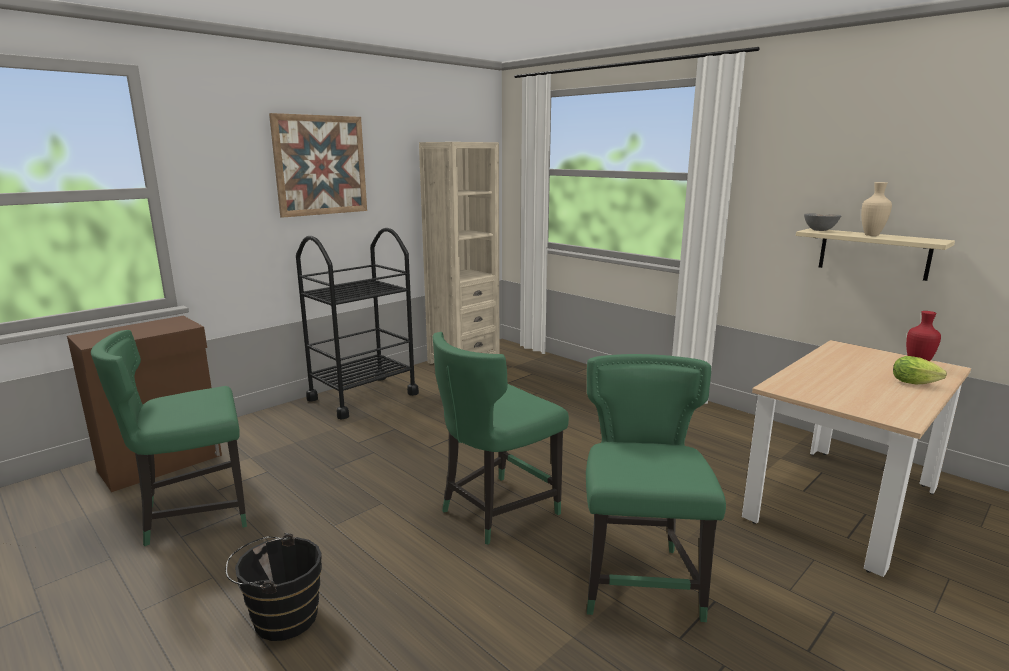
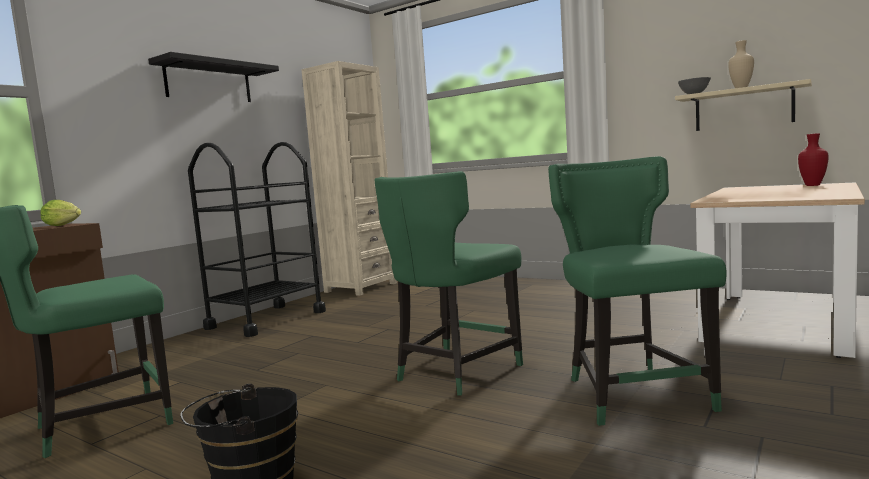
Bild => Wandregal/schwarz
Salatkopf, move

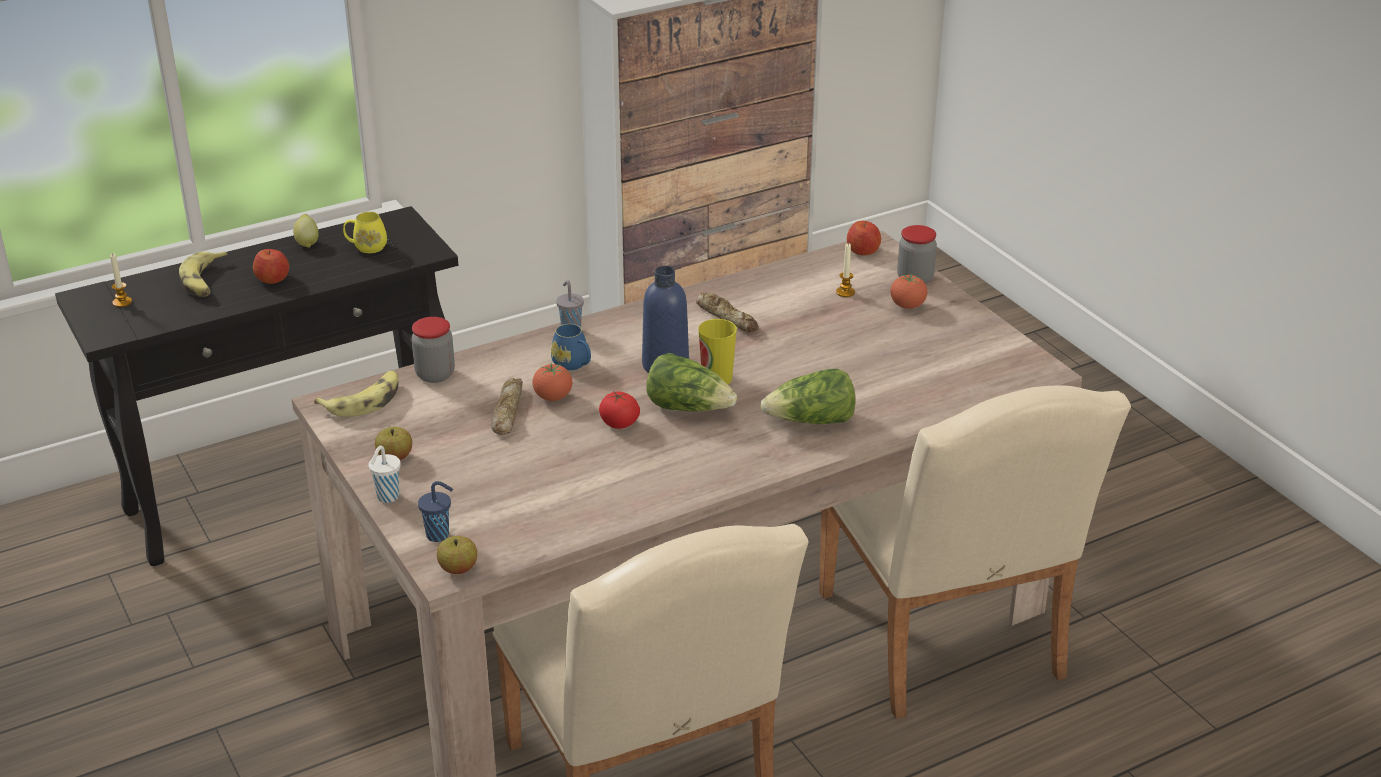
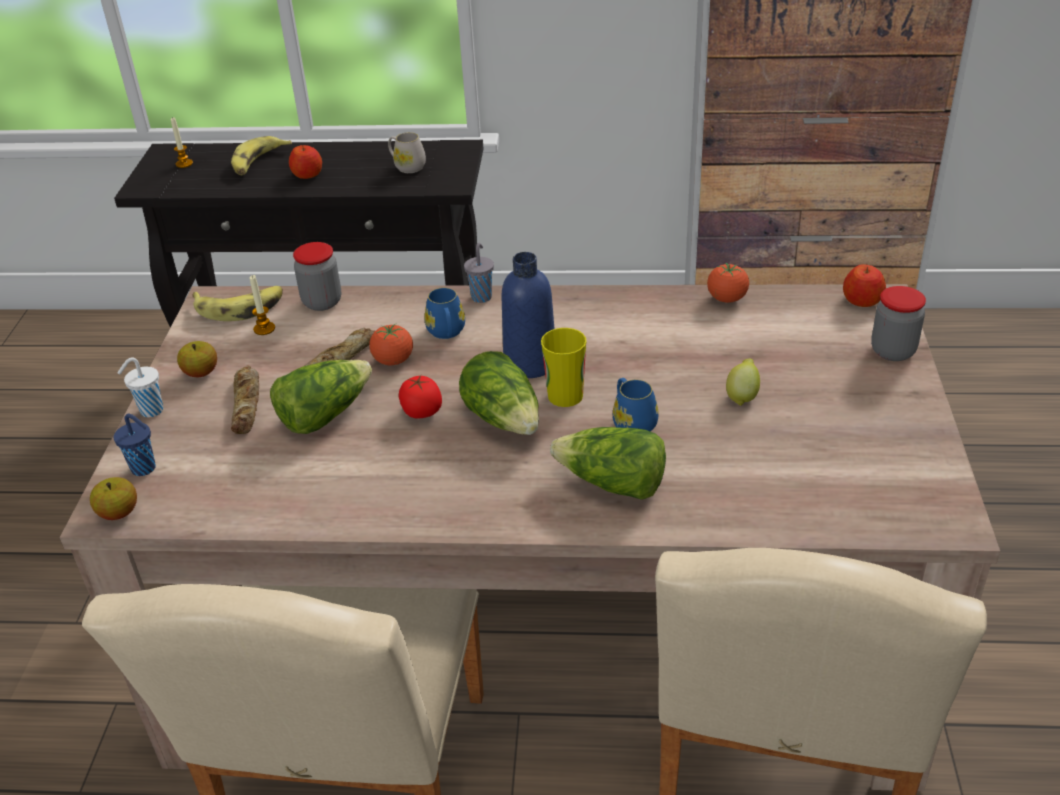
Henkelbecher/gelb => Henkelbecher/weiß
Zitrone, move
Kerze (2nd from left), move
Tomate (3rd from left), move
Brot (2nd from left in the first image) => Brot (1st from left), move
nothing => Salatkopf (1st from left)
nothing => Henkelbecher/blau (2nd from left)

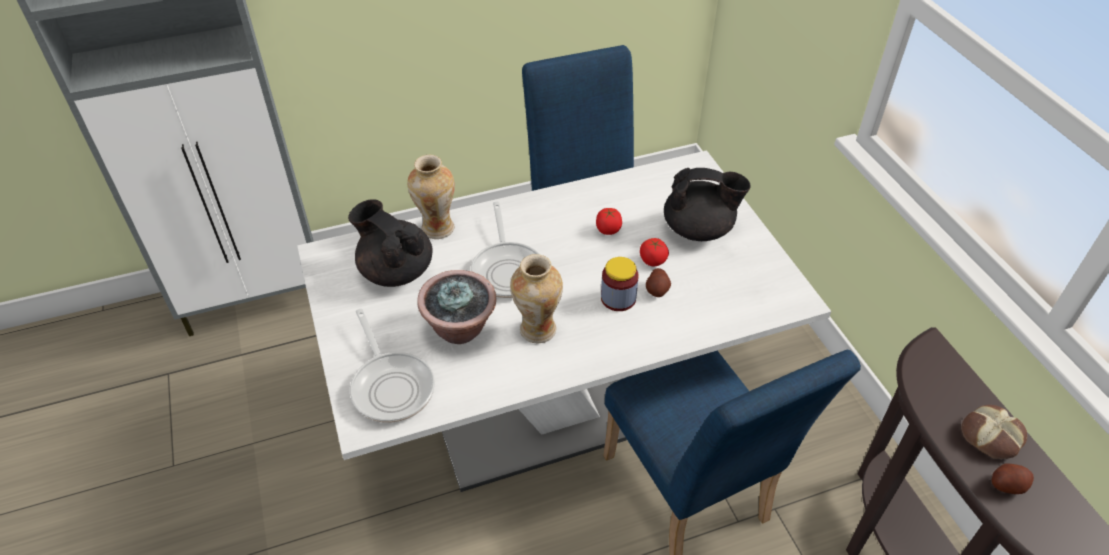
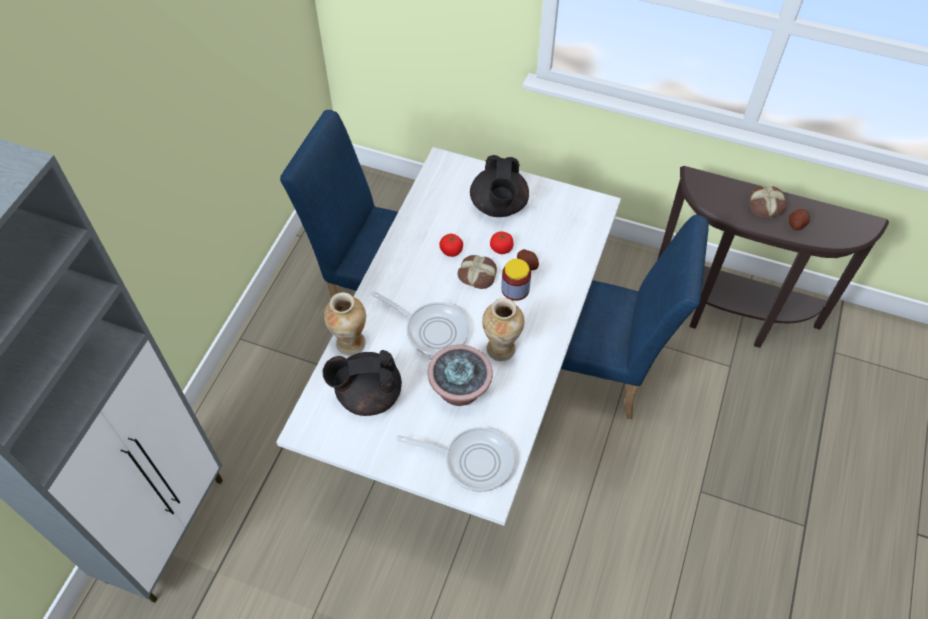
Teekanne/schwarz (2nd from left), 135 degrees clockwise
nothing => Brot (1st from left)

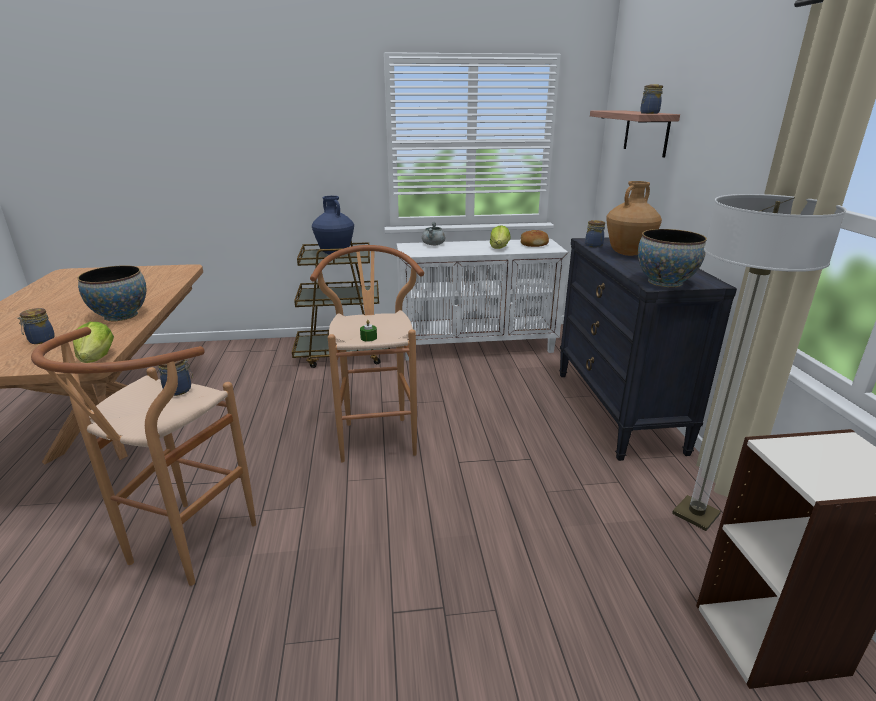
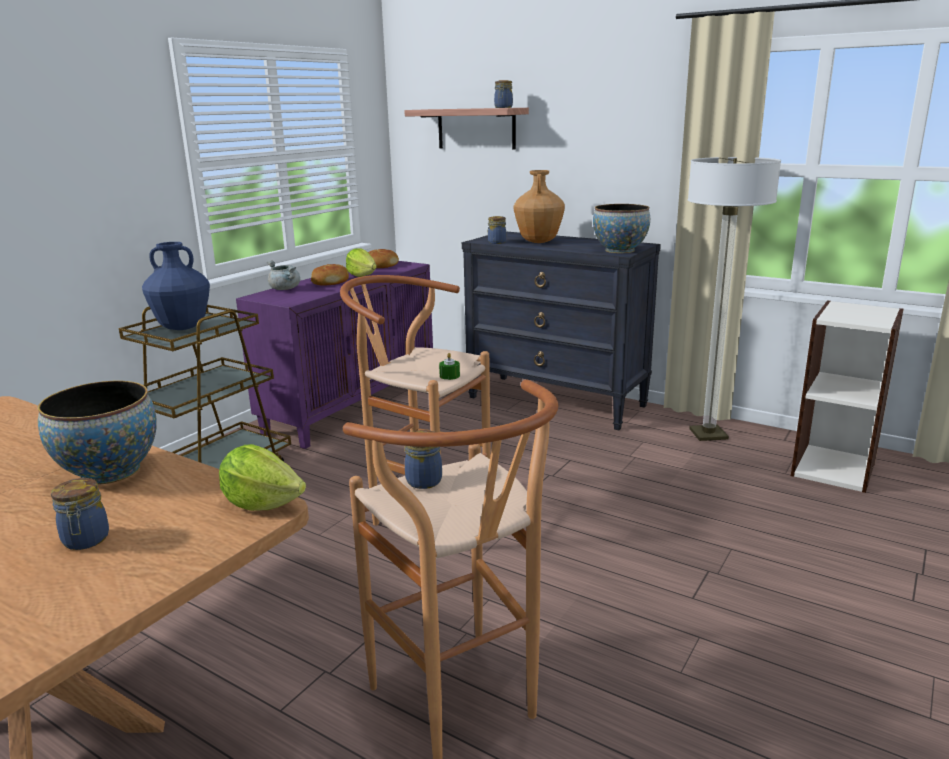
Schrank/weiß => Schrank/lila
nothing => Brot (1st from left)

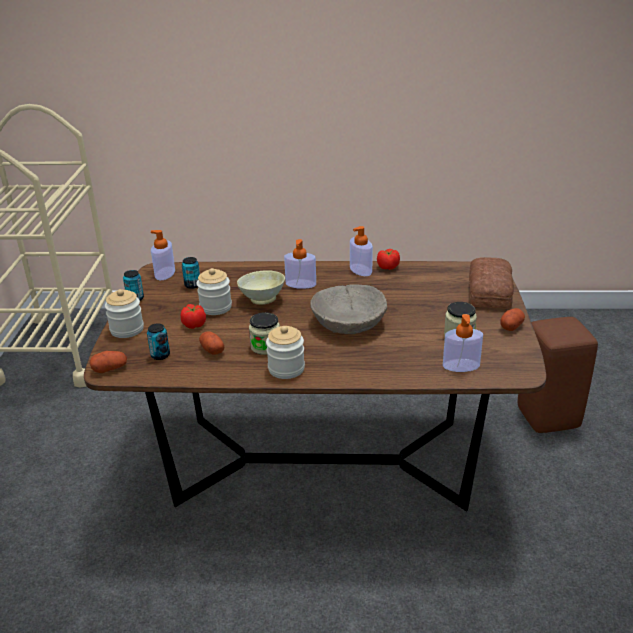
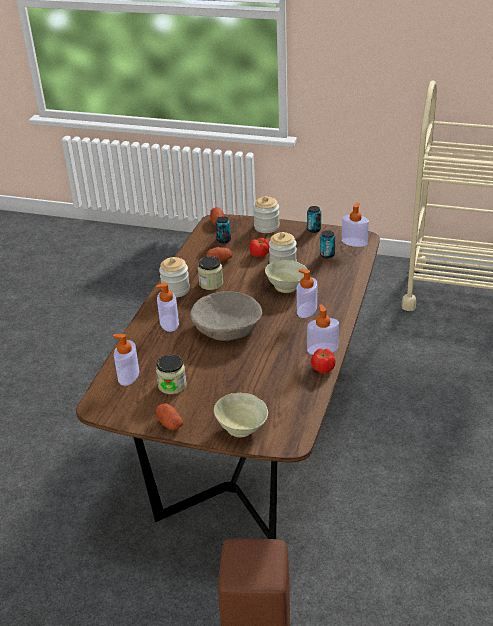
Brot => Schüssel/beige (2nd from left)
nothing => Seifenspender (2nd from left)

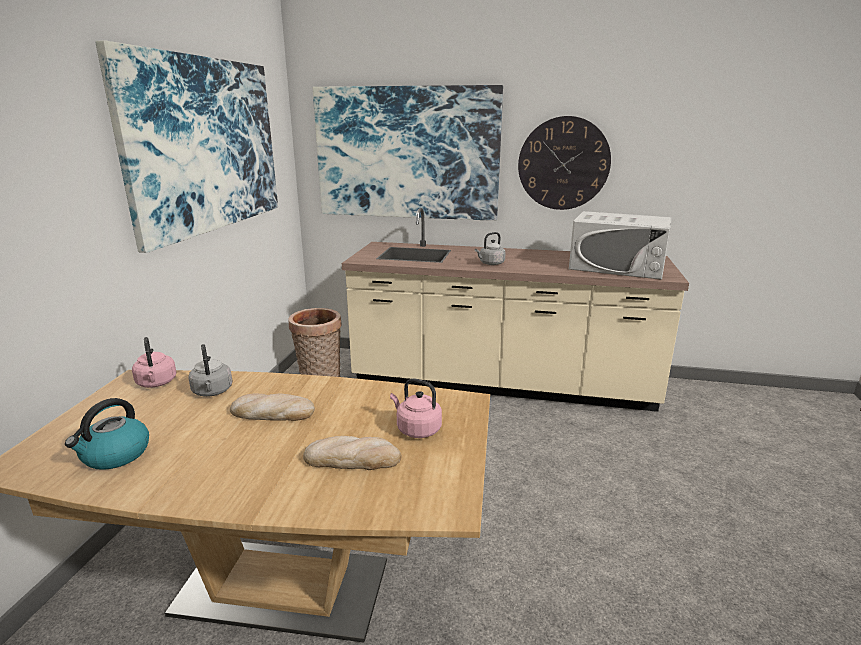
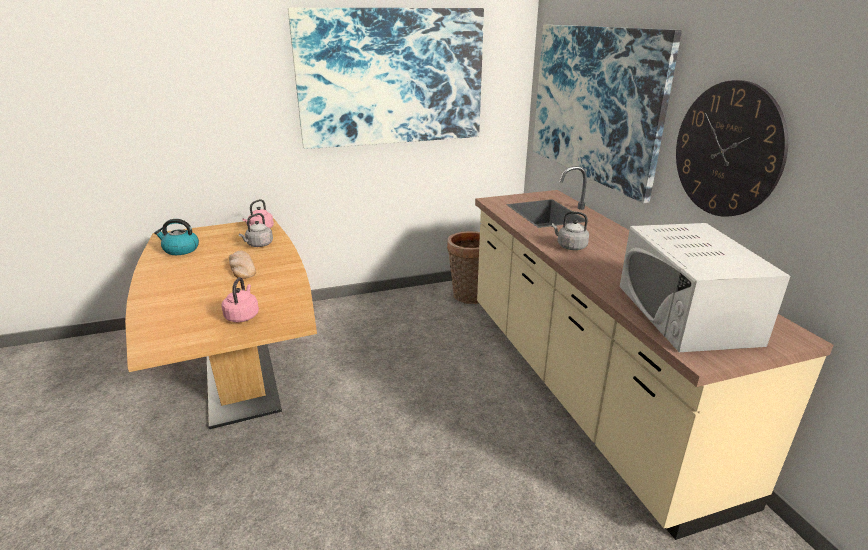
Brot (2nd from left) => nothing

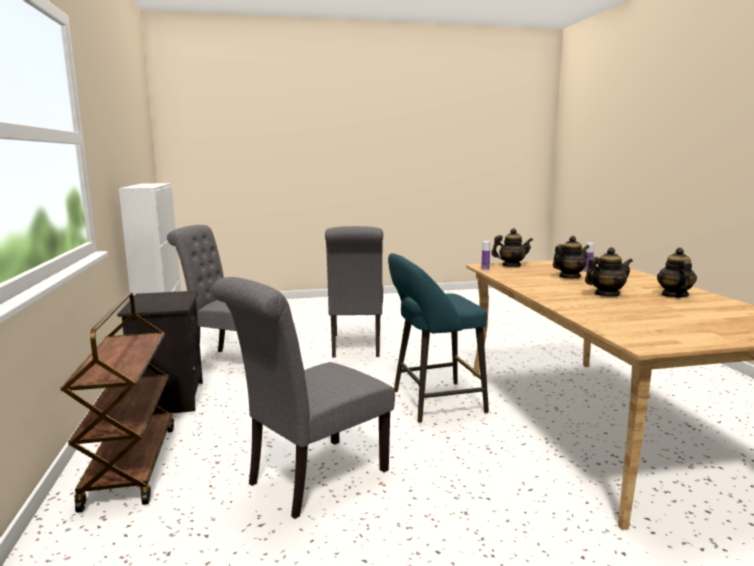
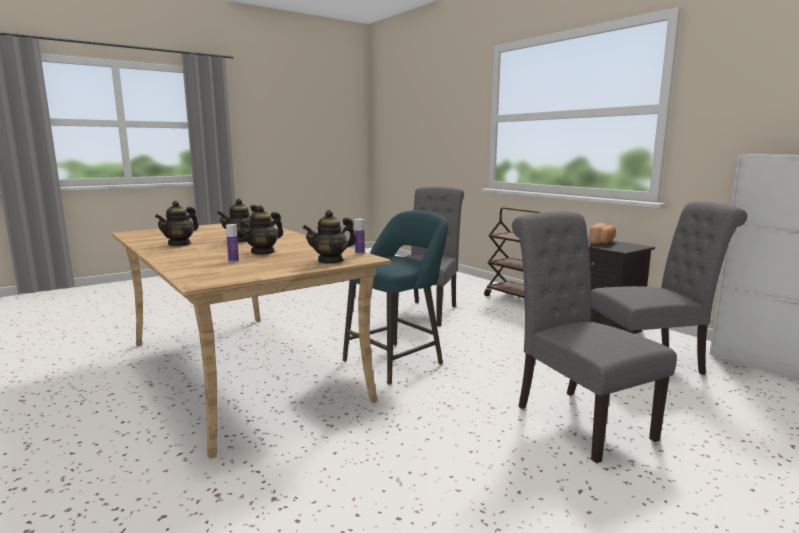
Teekanne (4th from left in the first image) => Teekanne (1st from left), 45 degrees clockwise
nothing => Brot

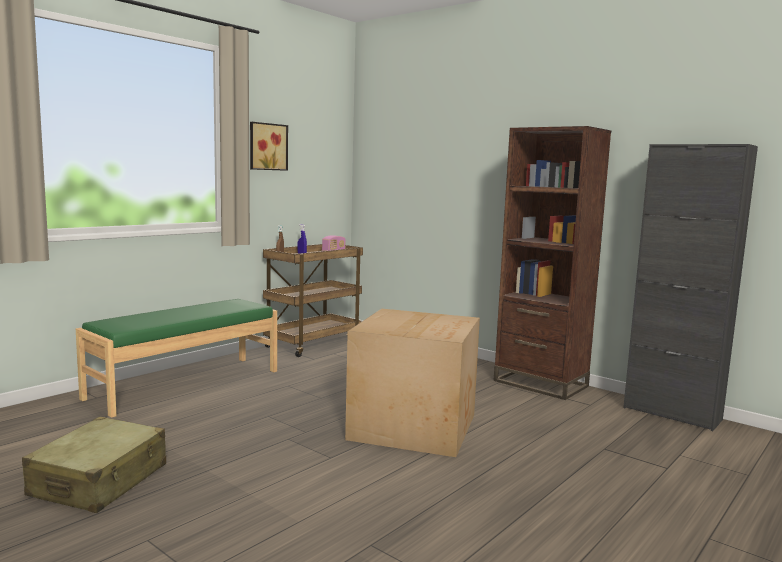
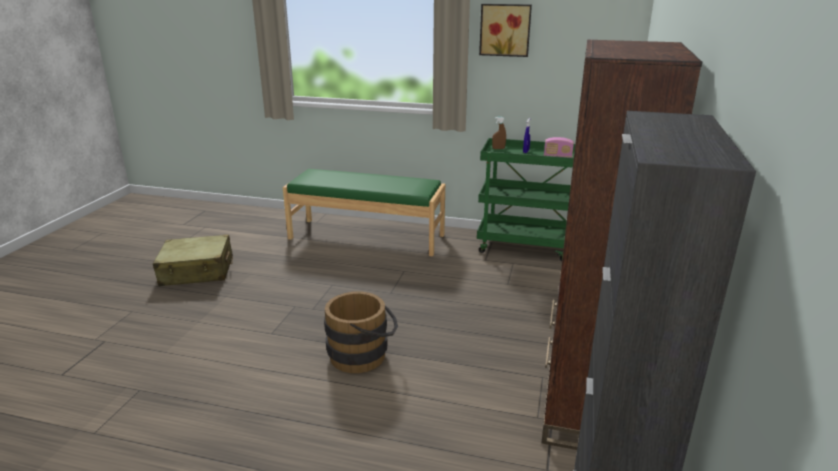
Rollwagen/braun => Rollwagen/grün
Karton => Eimer/braun

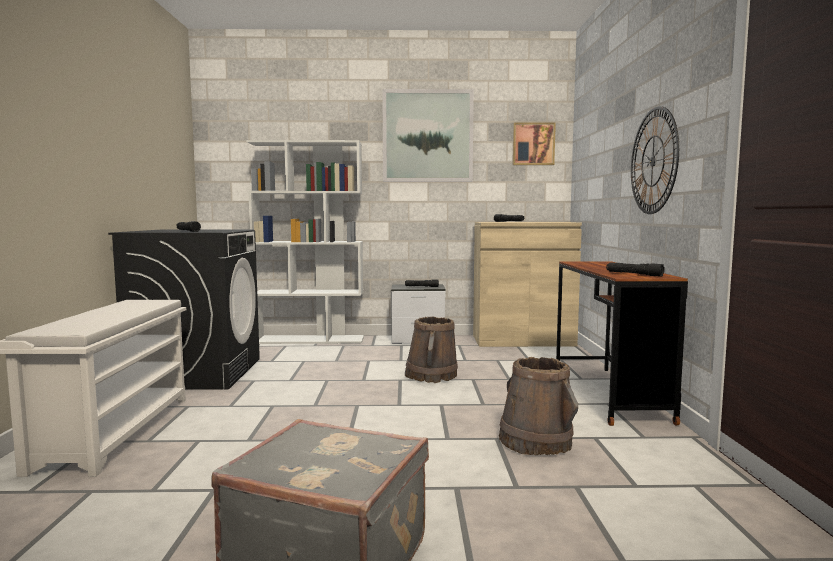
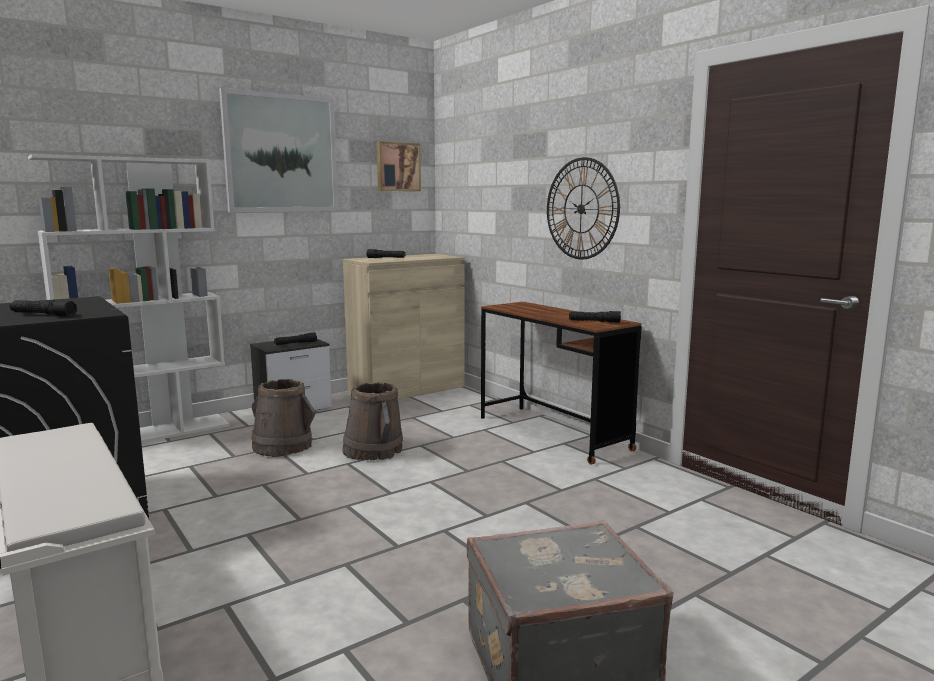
Eimer/braun (2nd from left in the first image) => Eimer/braun (1st from left), move

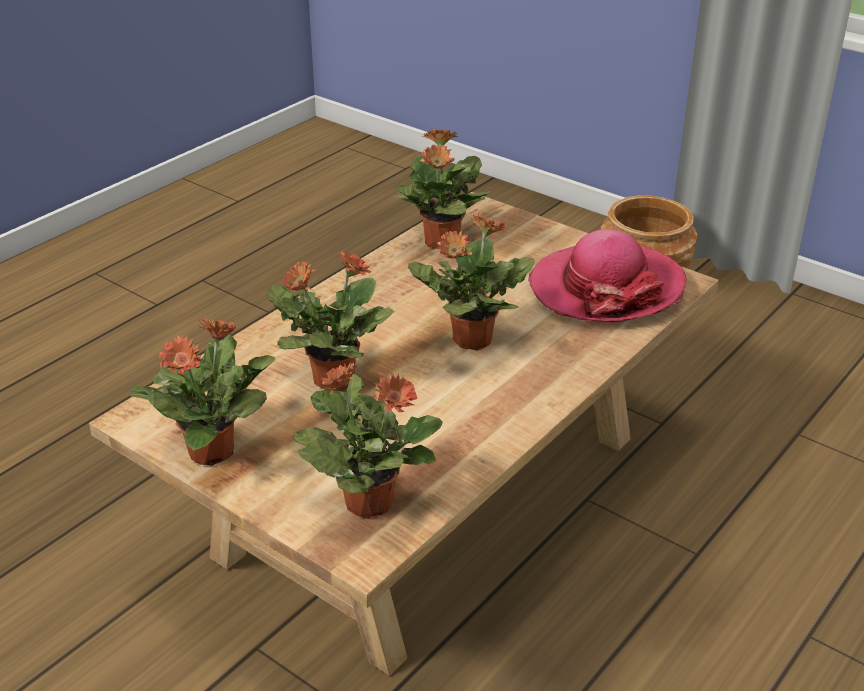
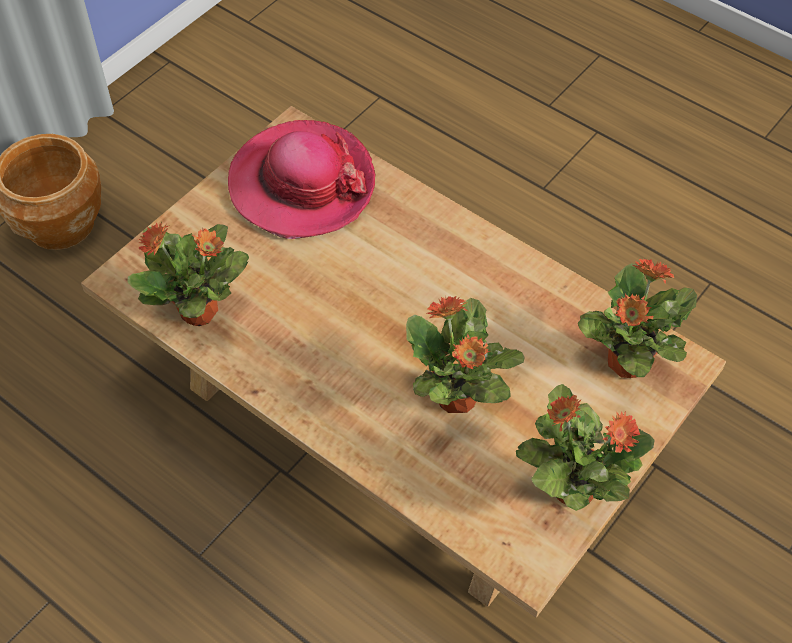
Topfpflanze (5th from left) => nothing

